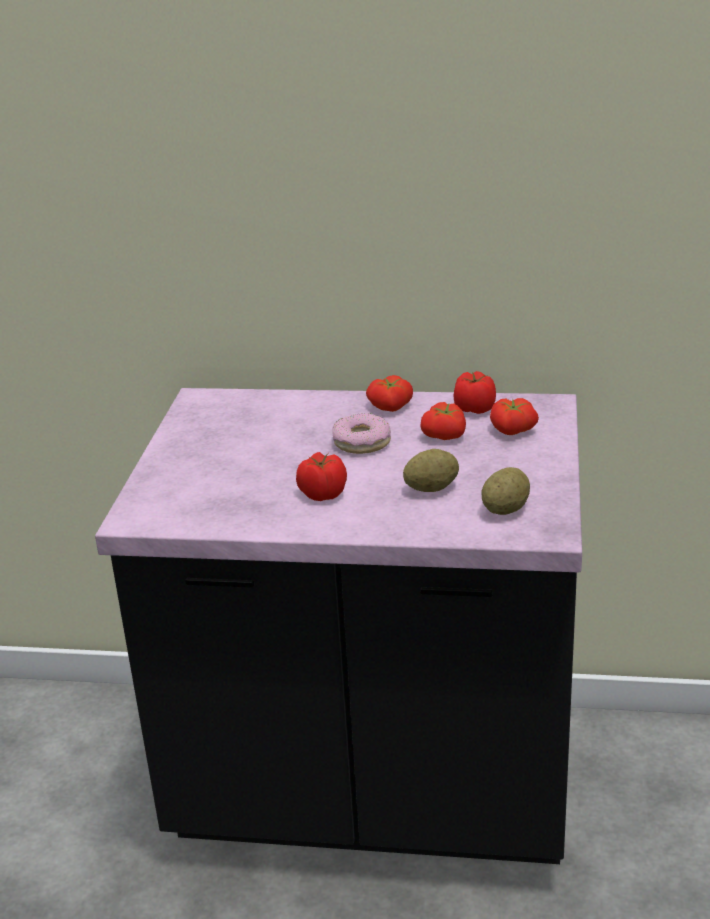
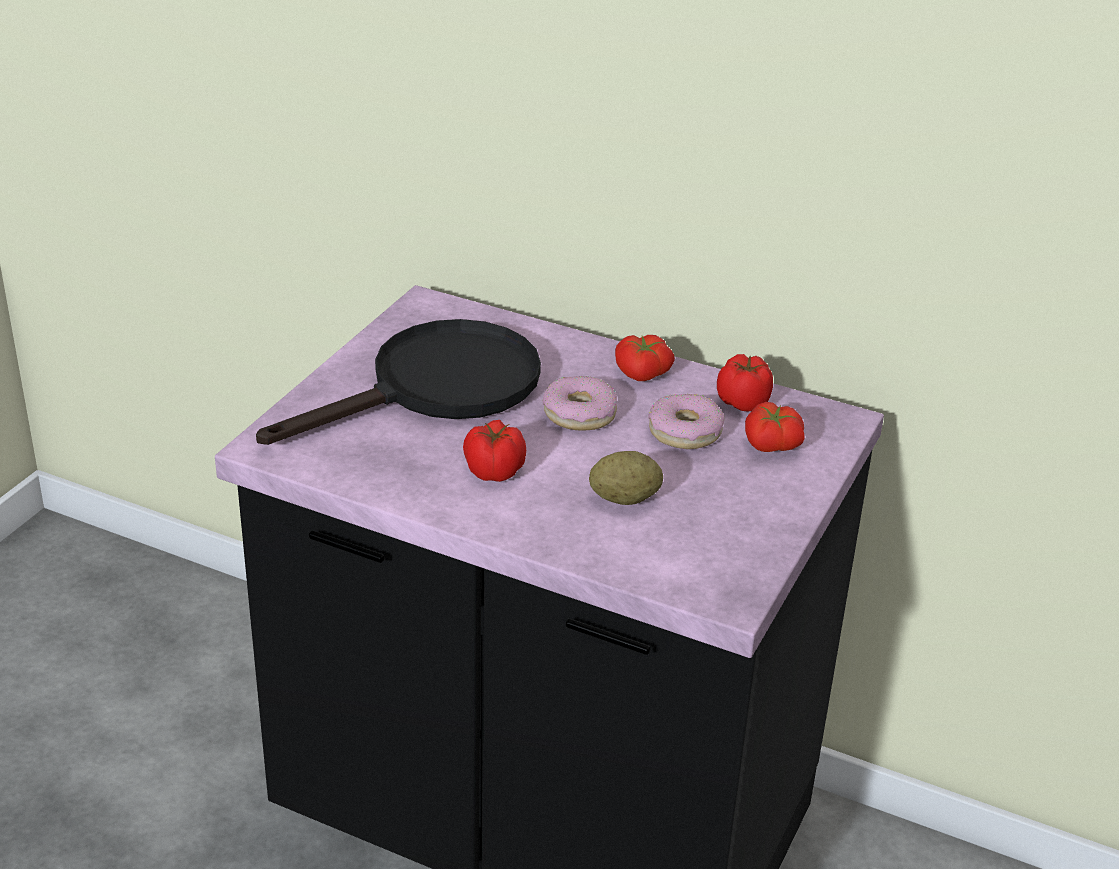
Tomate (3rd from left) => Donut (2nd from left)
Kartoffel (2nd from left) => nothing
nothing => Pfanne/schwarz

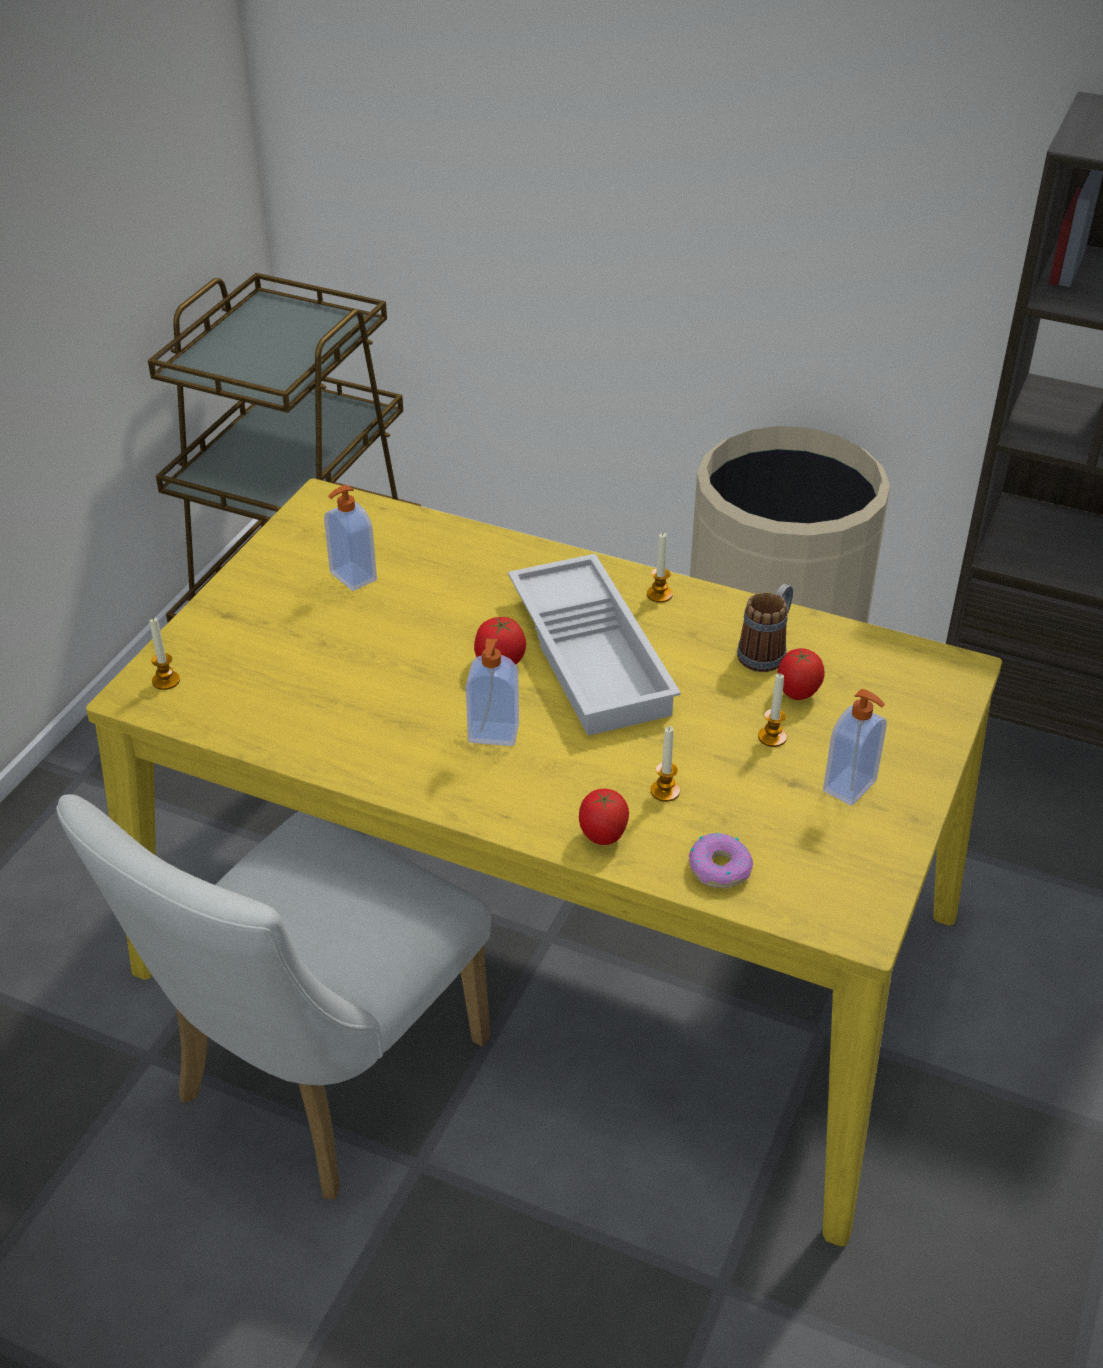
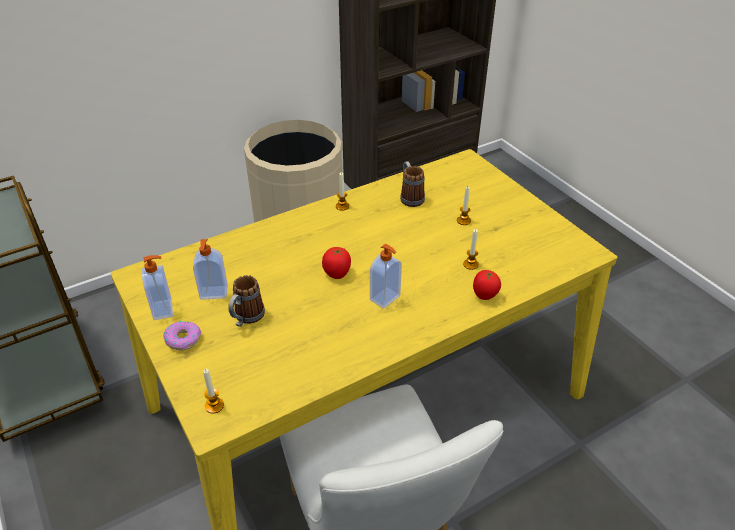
Tablett/weiß => nothing
Tomate (3rd from left) => nothing
Seifenspender (3rd from left in the first image) => Seifenspender (1st from left), move
Donut, move
nothing => Henkelbecher (1st from left)

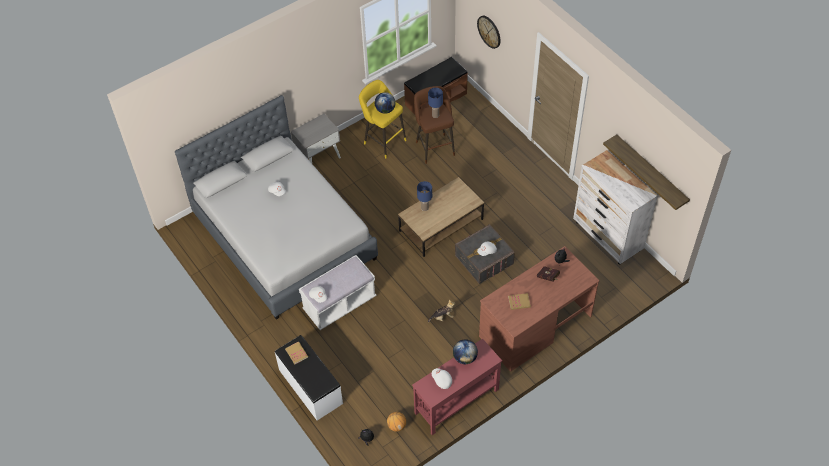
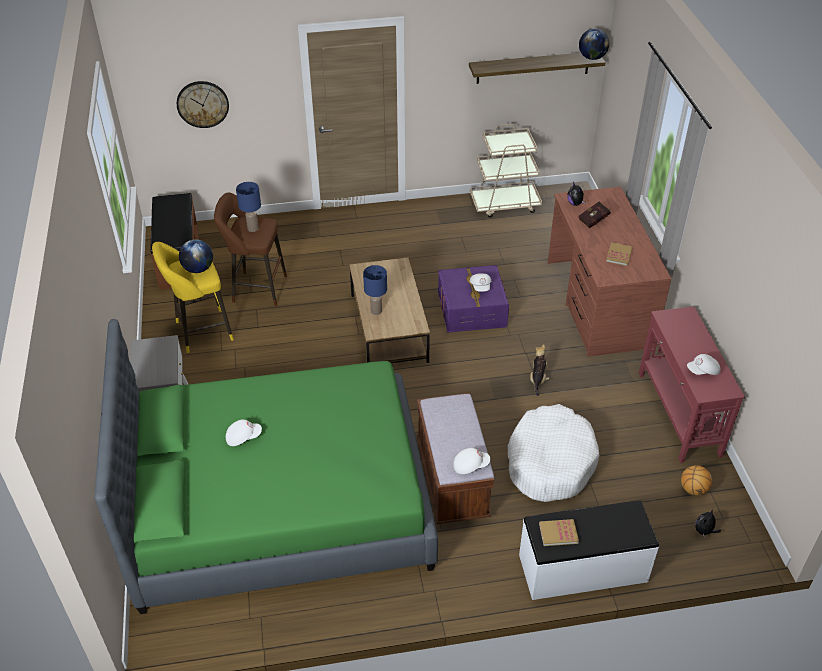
Bett/grau => Bett/grün
Kommode/weiß => Rollwagen/beige
Aufbewahrungsbox/grau => Aufbewahrungsbox/lila
Bank/weiß (2nd from left) => Bank/braun (2nd from left)
Globus (2nd from left), move
nothing => Hundebett/weiß

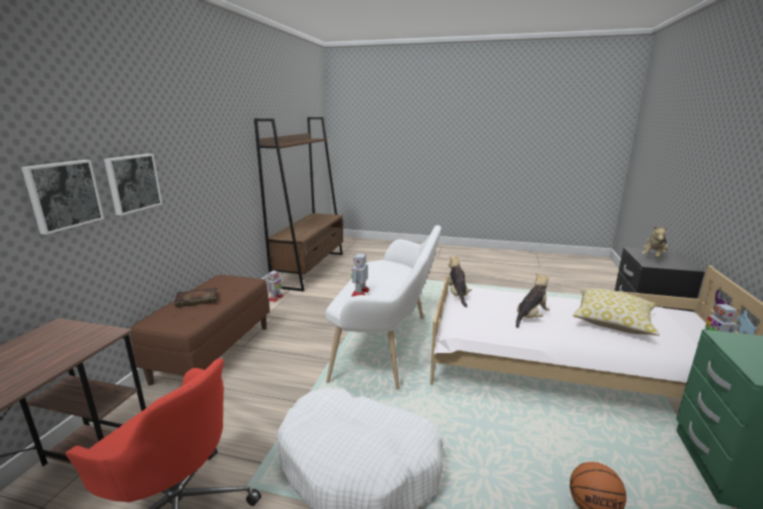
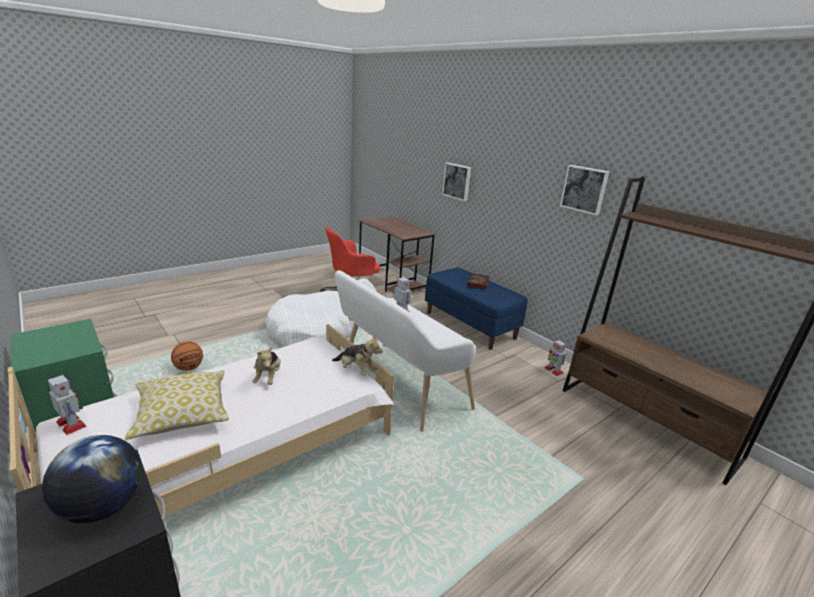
Bild (2nd from left), move
Plüschtier (3rd from left) => Globus
Bank/braun => Bank/blau

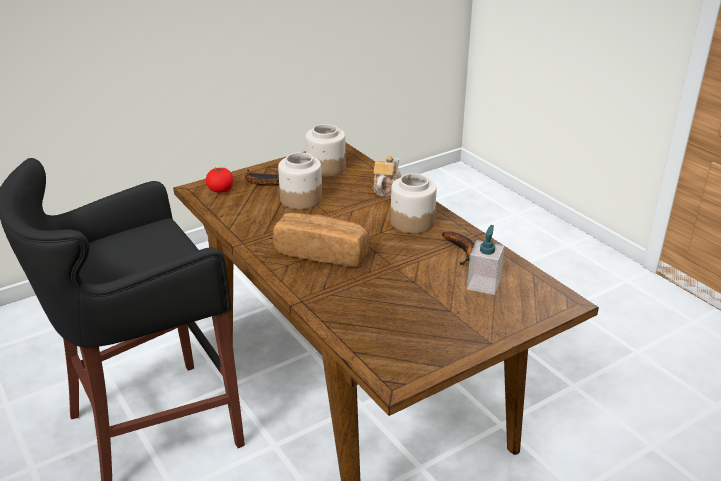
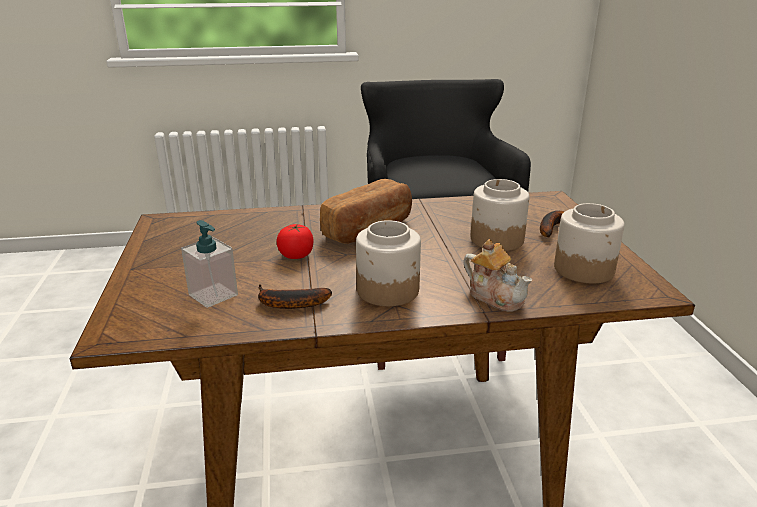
Tomate, move

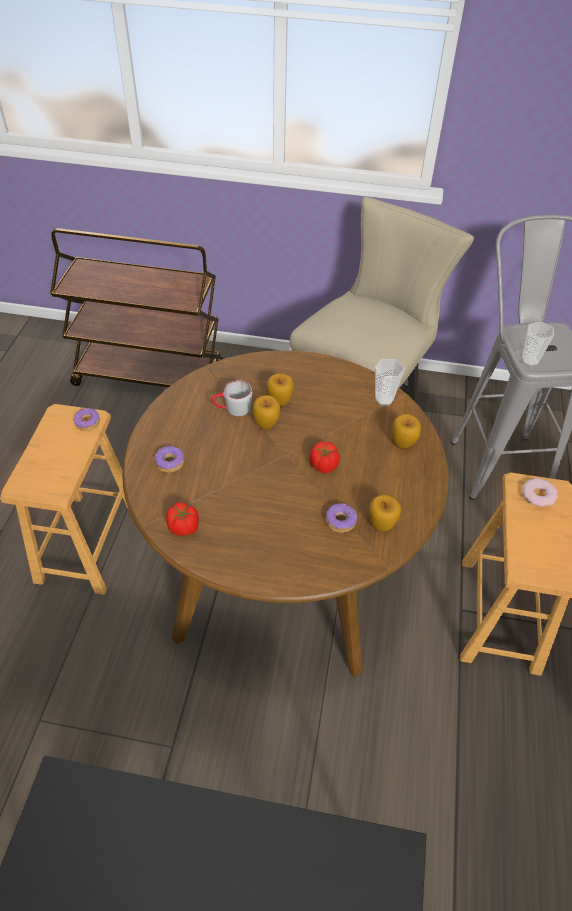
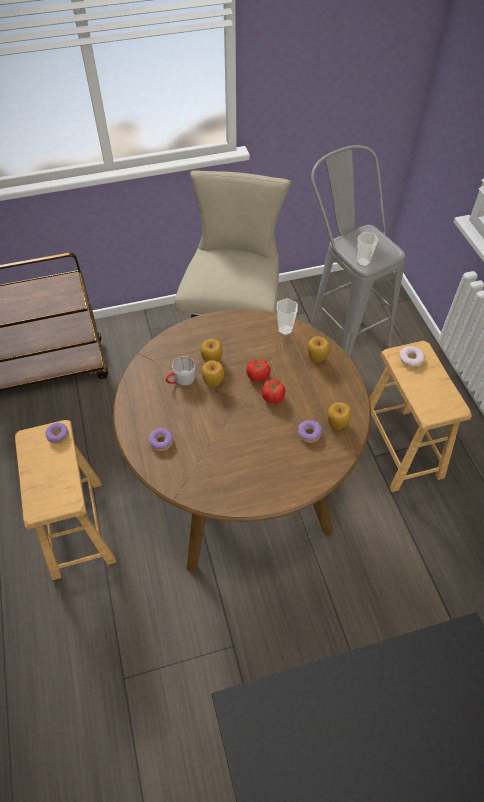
Tomate (1st from left), move

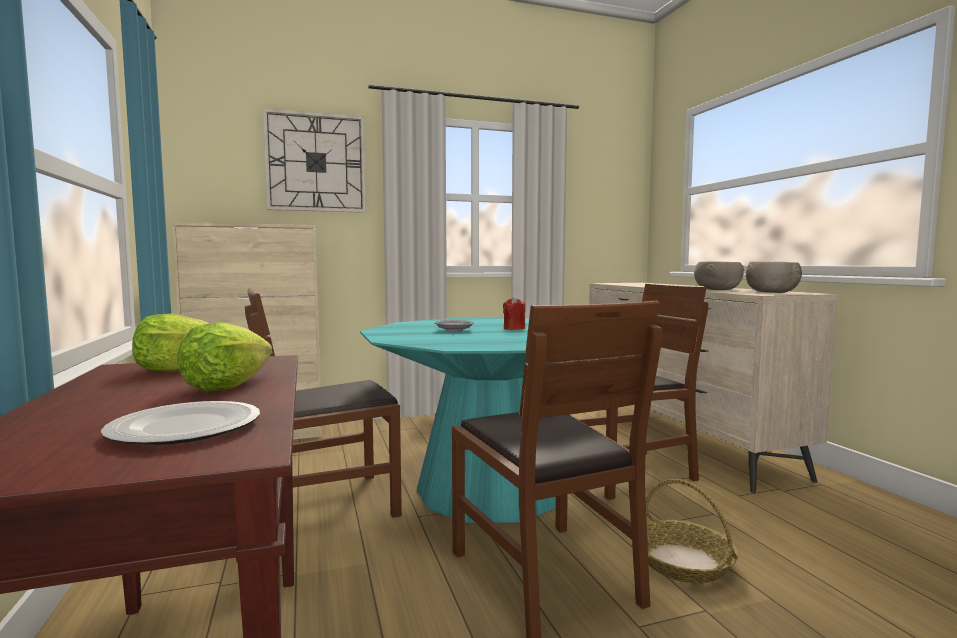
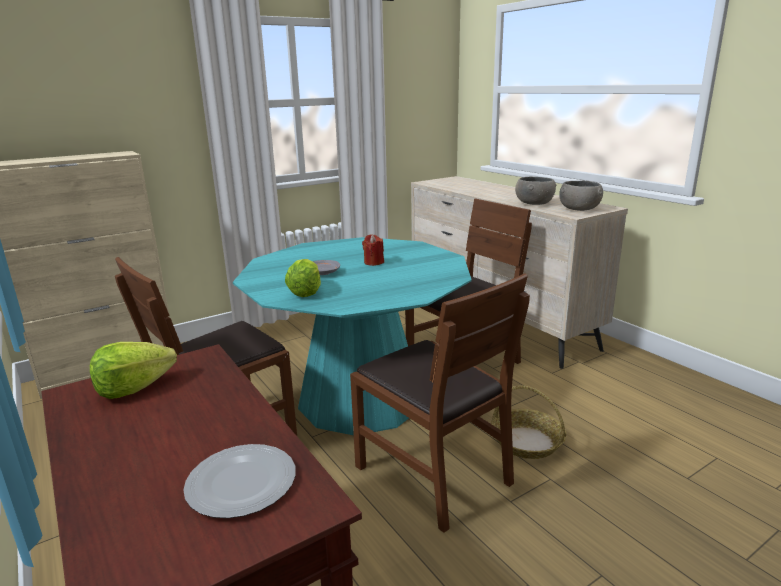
Wanduhr => nothing
Salatkopf (2nd from left), move

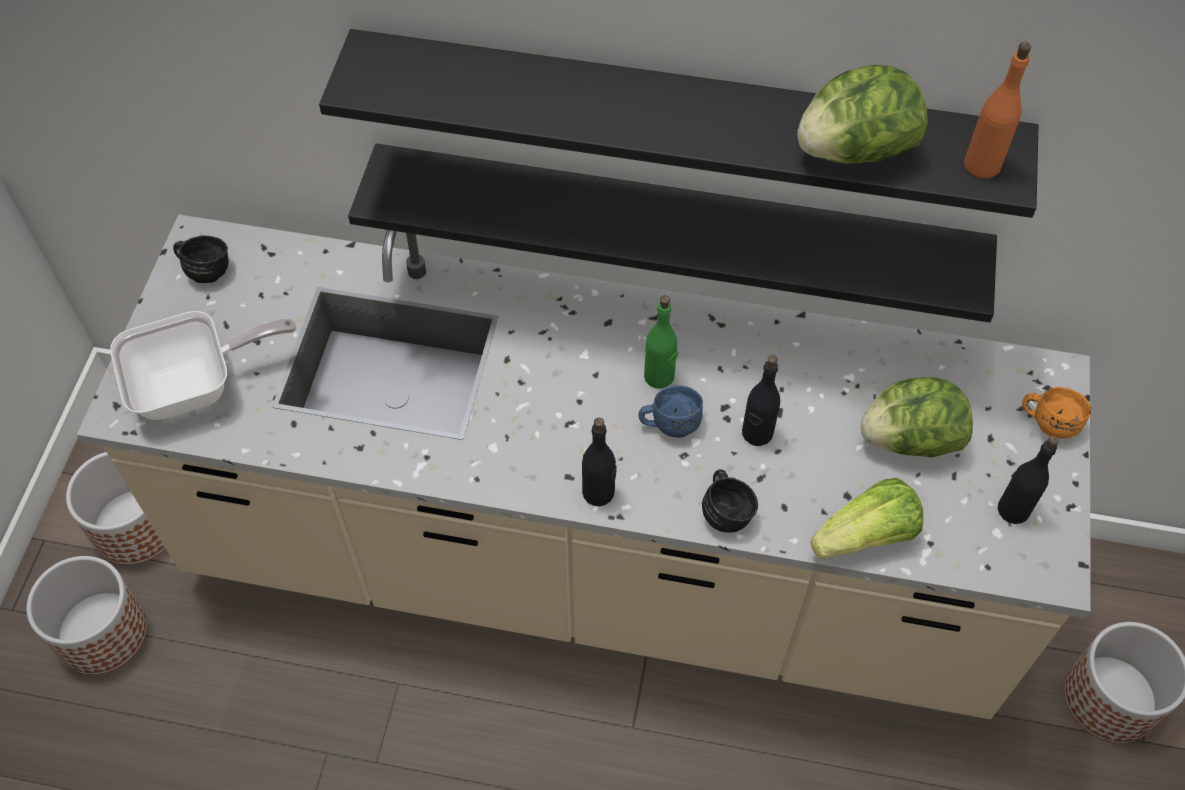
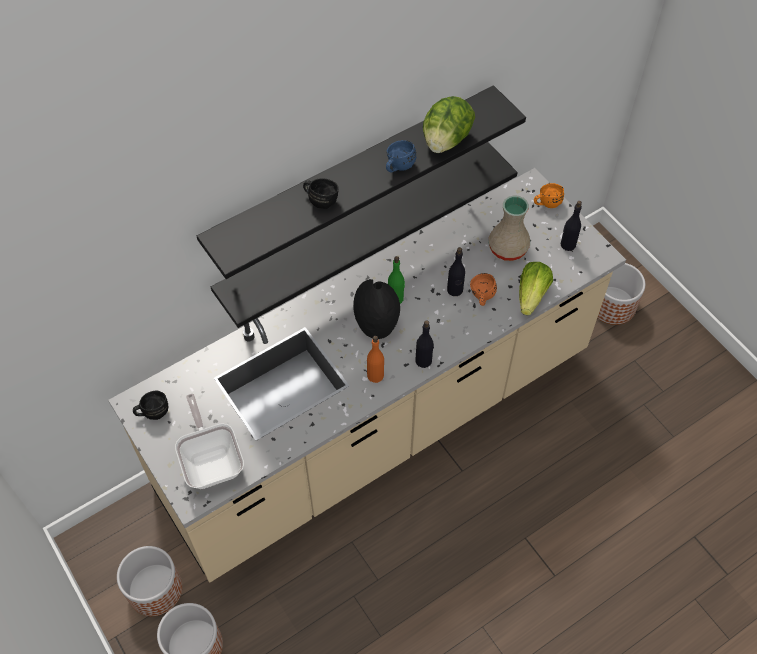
Flasche/orange, move
Pfanne, 45 degrees counterclockwise
Salatkopf (3rd from left) => Vase/beige
Henkelbecher/blau, move
Henkelbecher/schwarz (2nd from left), move
nothing => Henkelbecher/orange (1st from left)
nothing => Vase/schwarz

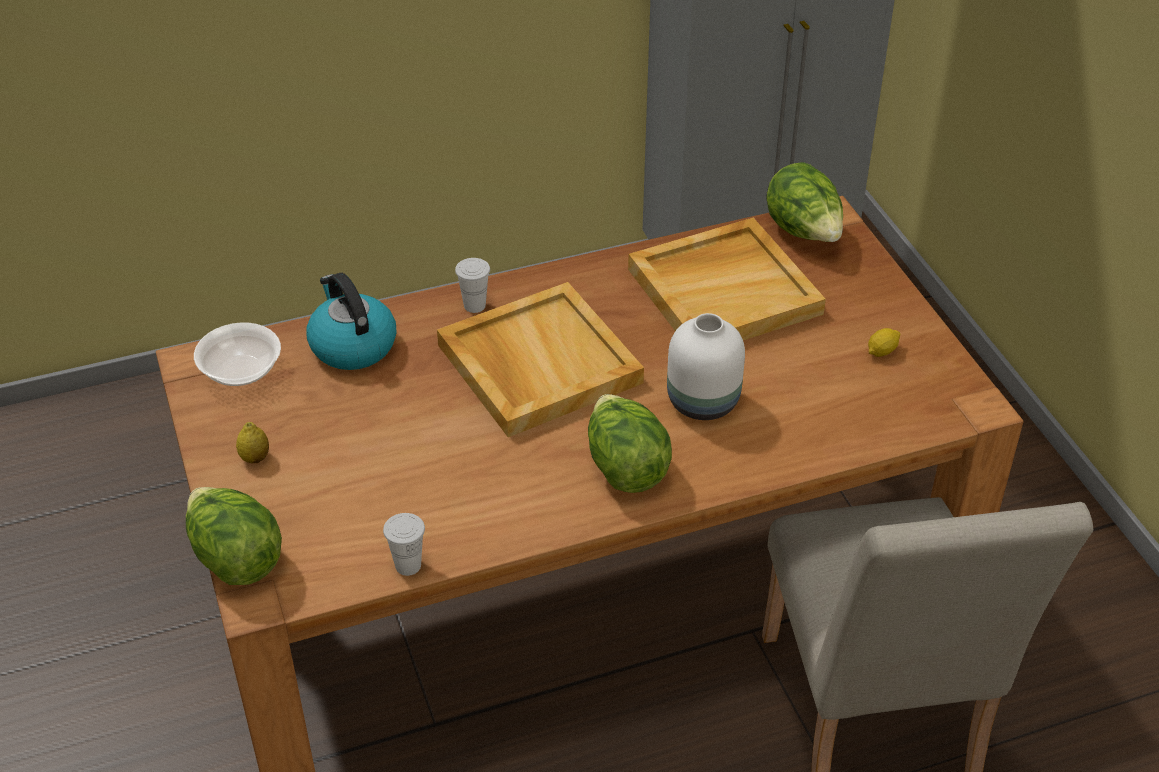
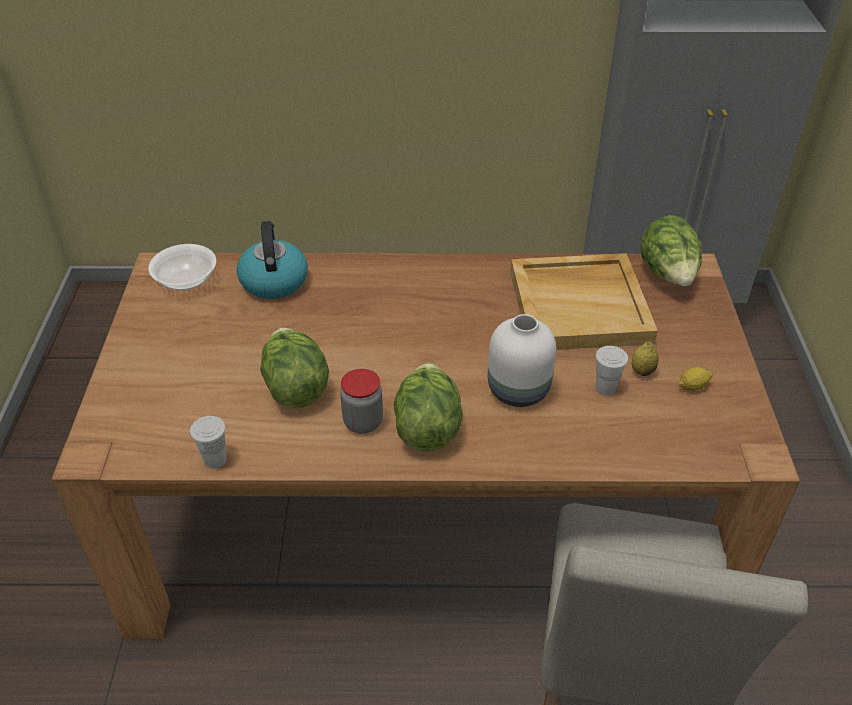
Tasse/weiß (2nd from left), move
Tablett/beige (1st from left) => nothing
Zitrone (1st from left), move
Salatkopf (1st from left), move
nothing => Vorratsglas

